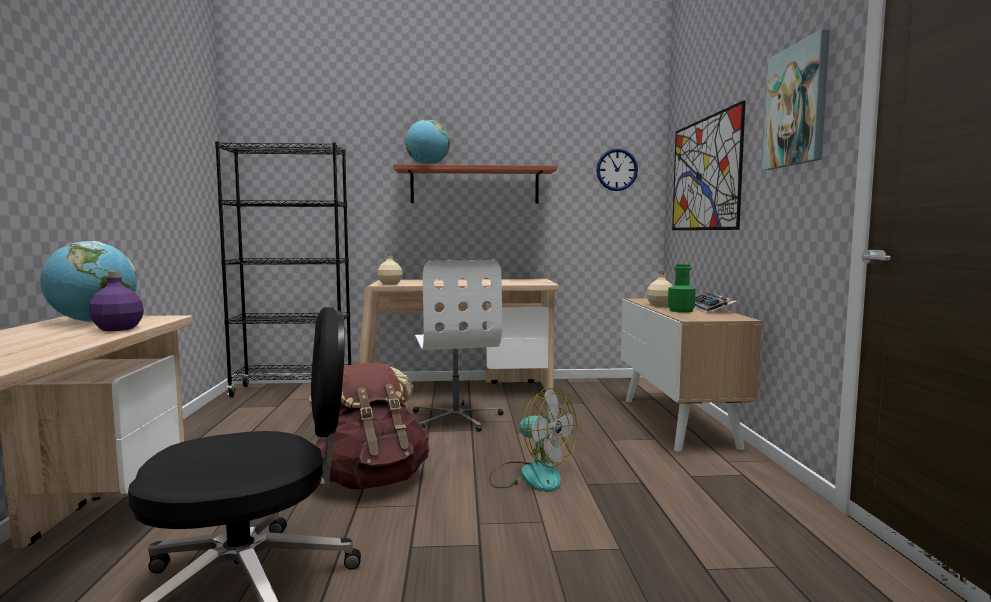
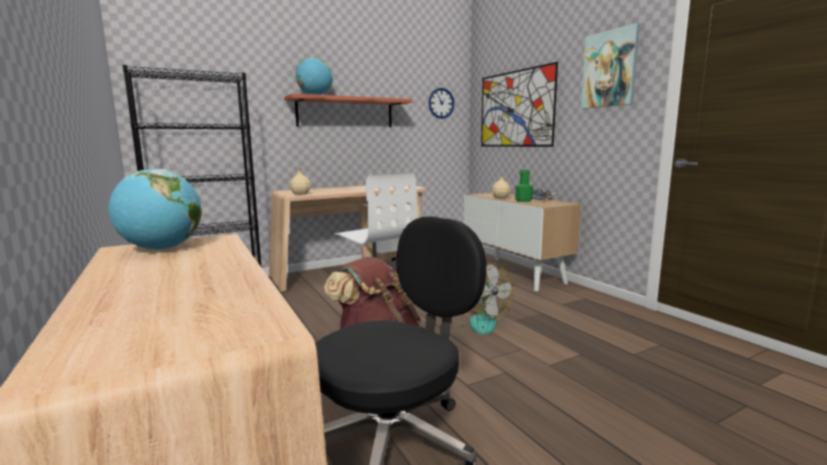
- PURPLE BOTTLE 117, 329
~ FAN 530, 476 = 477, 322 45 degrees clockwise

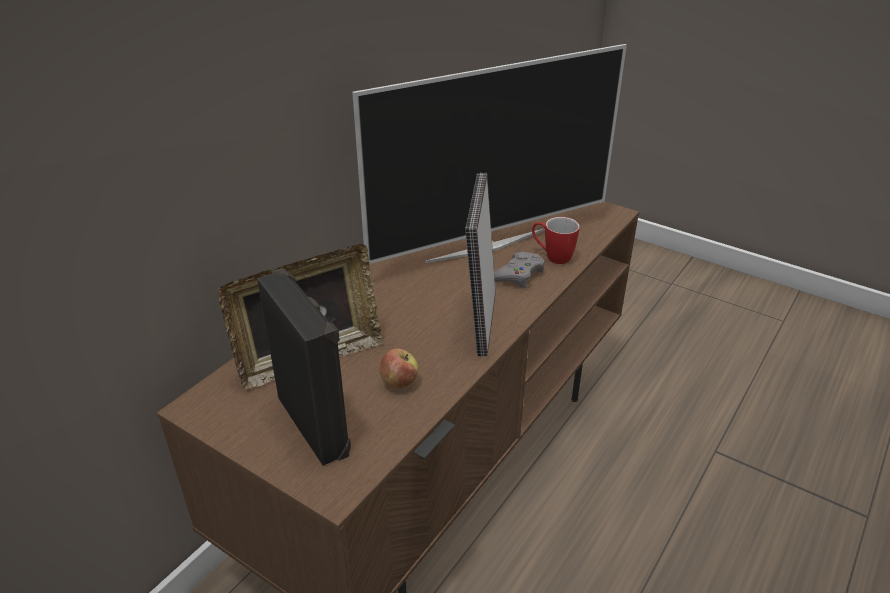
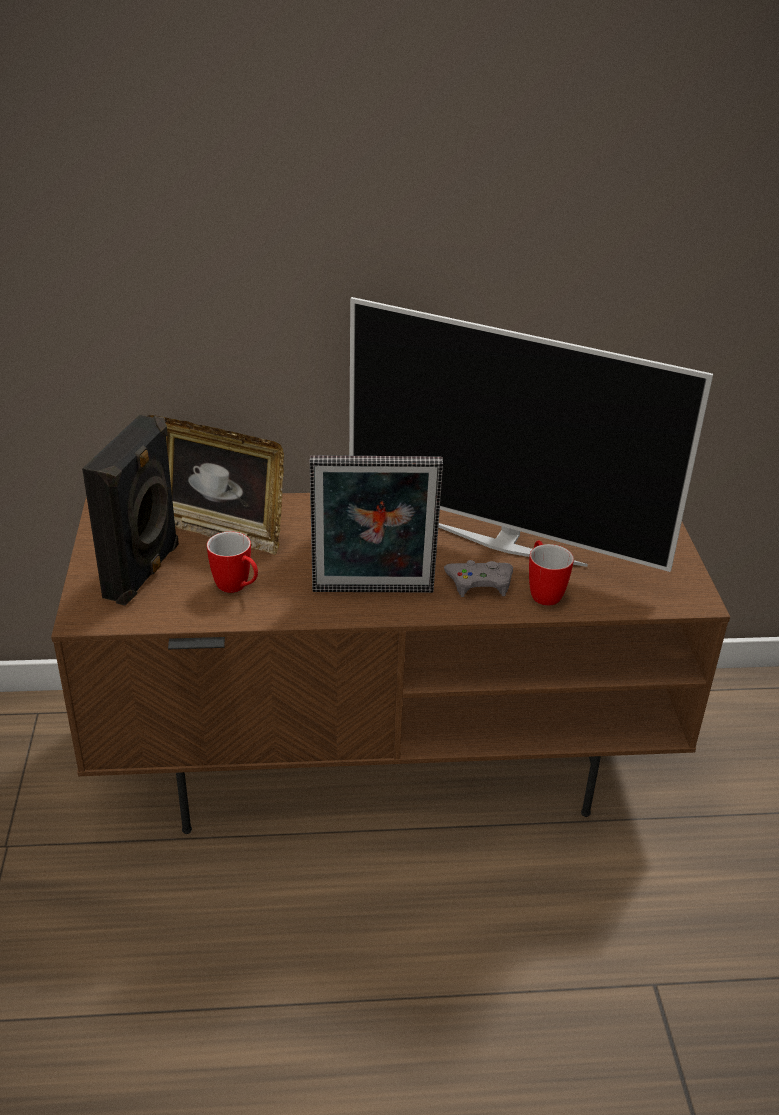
~ APPLE 399, 382 to MUG 237, 588
~ PICTURE FRAME 480, 322 = 373, 594 150 degrees counterclockwise

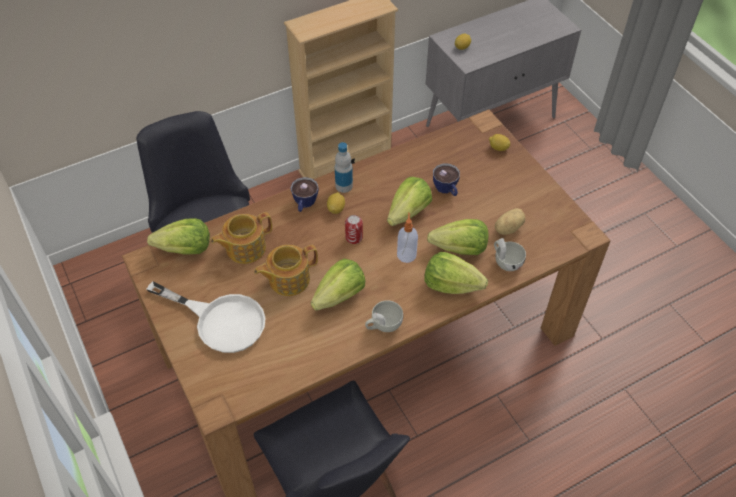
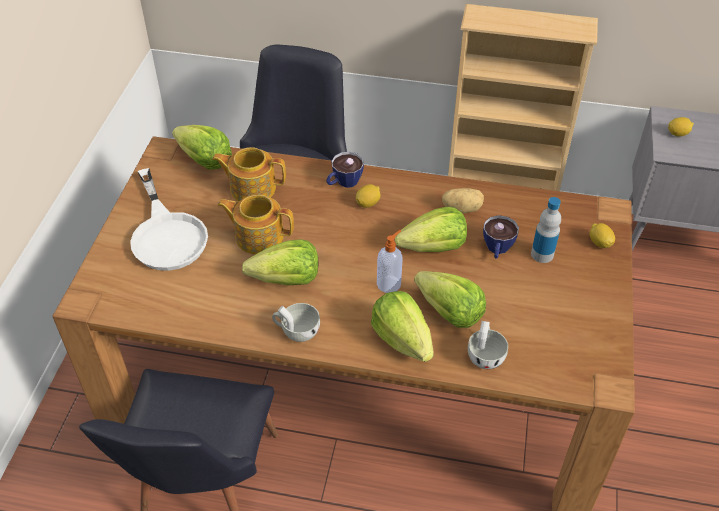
~ BOTTLE 344, 186 to 542, 254
- CAN 354, 237
~ POTATO 507, 228 to 462, 208

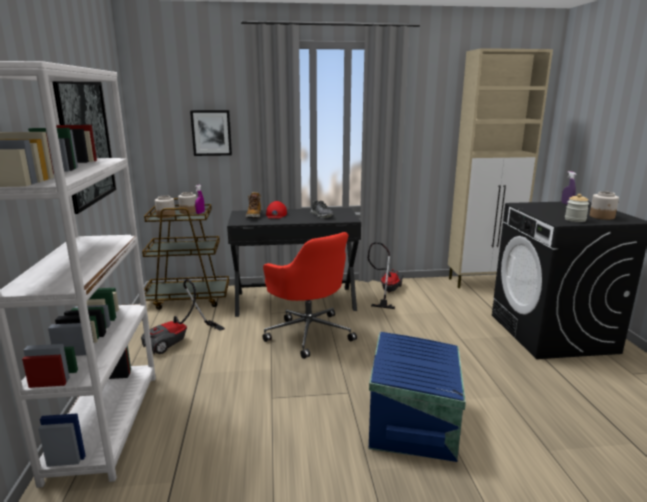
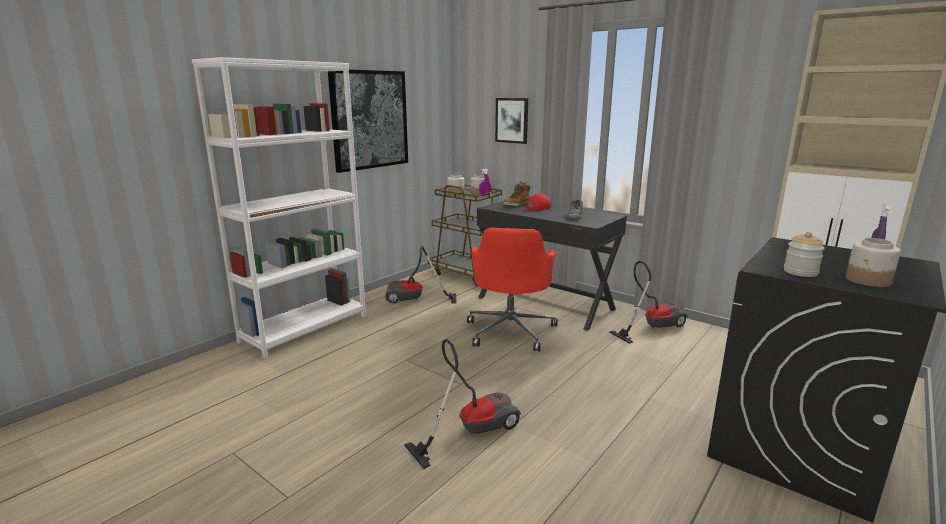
~ BLUE STORAGE BOX 415, 421 to VACUUM CLEANER 471, 429

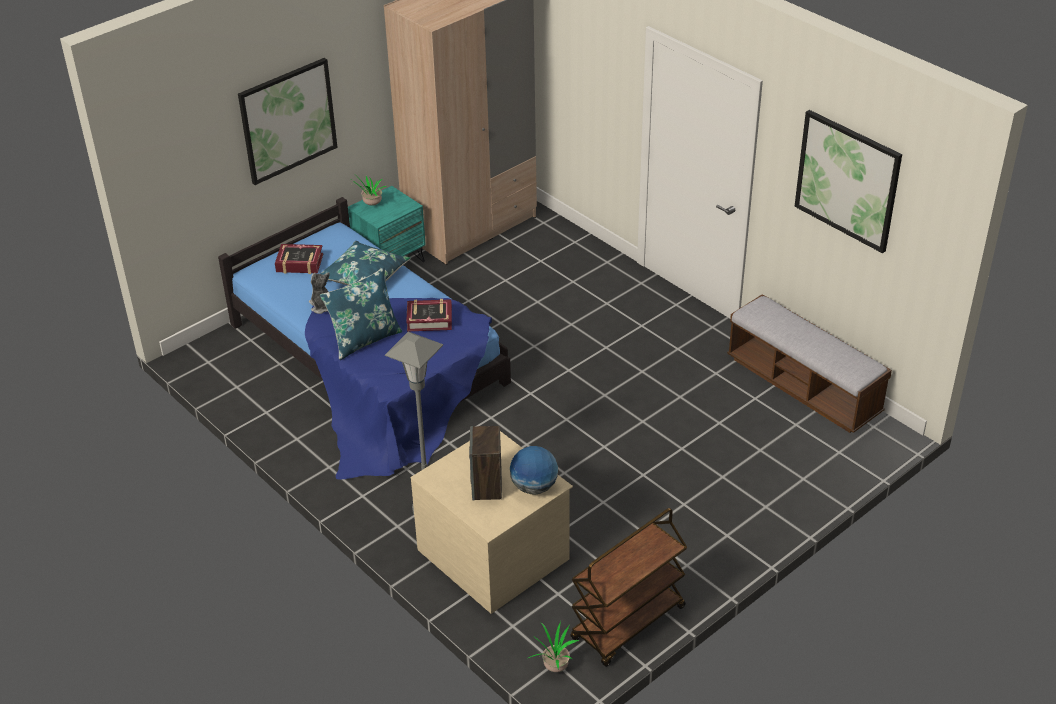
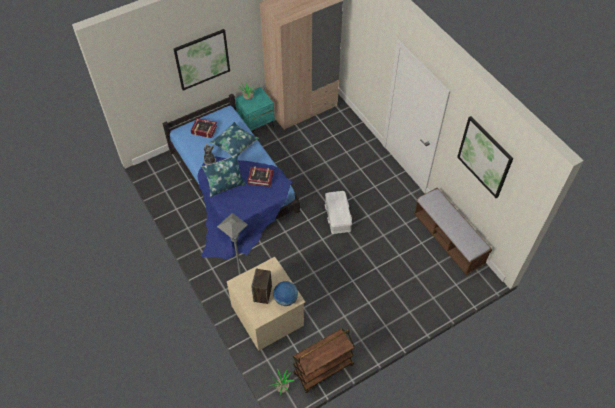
+ WHITE STORAGE BOX 338, 215

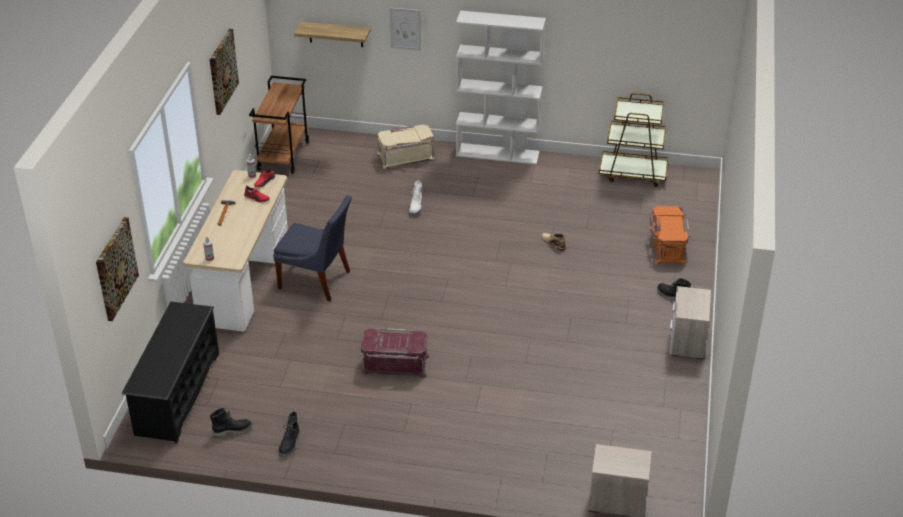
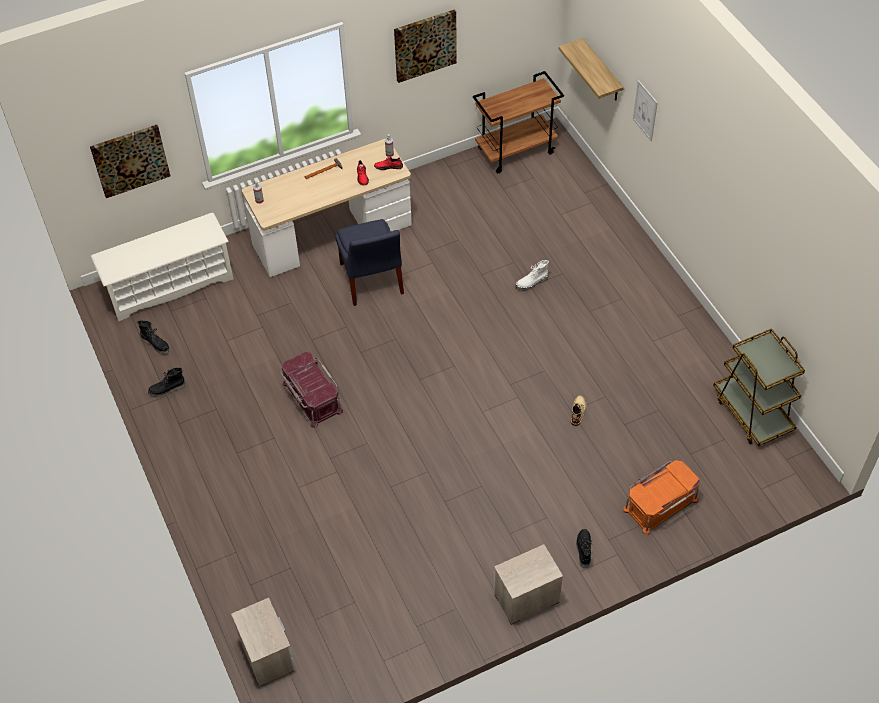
~ BLACK SHOE RACK 177, 393 to WHITE SHOE RACK 170, 285
- BEIGE STORAGE BOX 405, 156
- WHITE BOOKCASE 498, 154

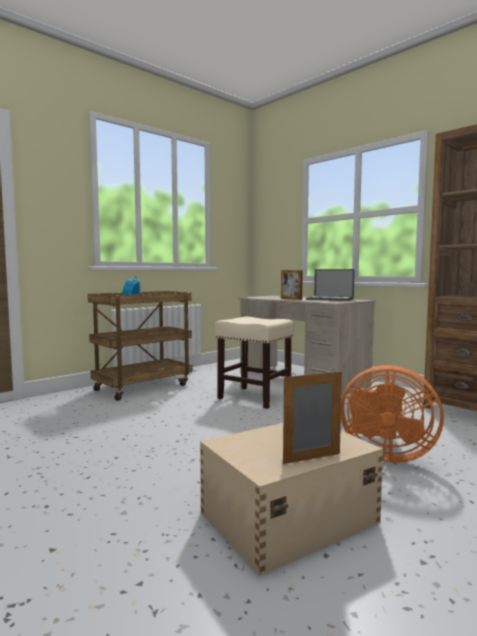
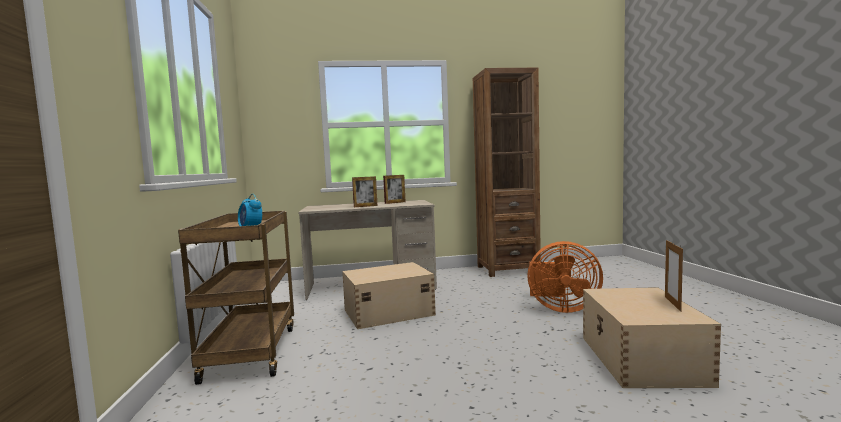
~ BEIGE STOOL 253, 397 to BEIGE STORAGE BOX 387, 312
~ LAPTOP 330, 299 to PICTURE FRAME 395, 202
~ ORANGE FAN 385, 455 = 560, 308 45 degrees clockwise

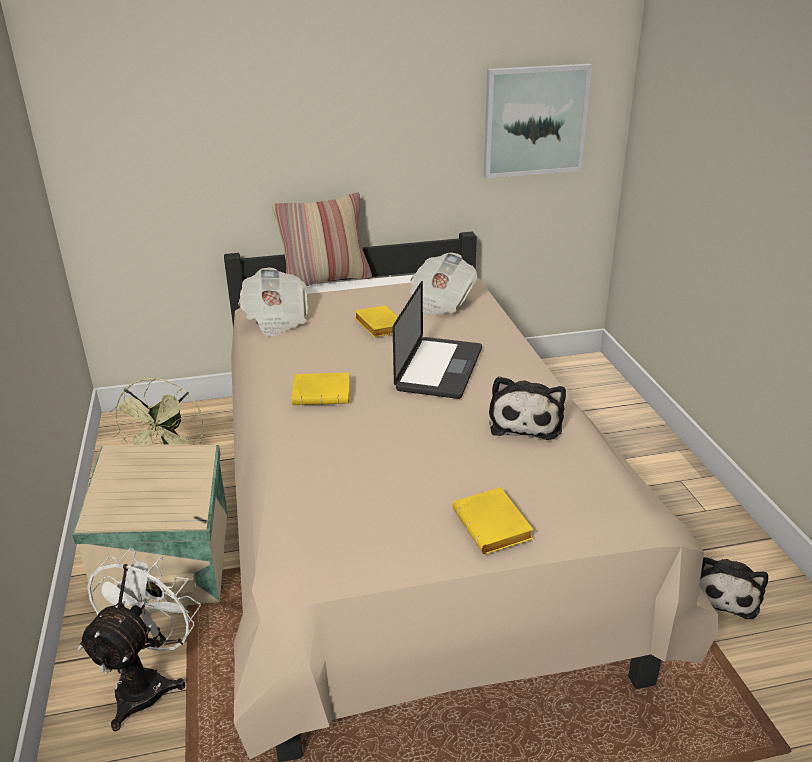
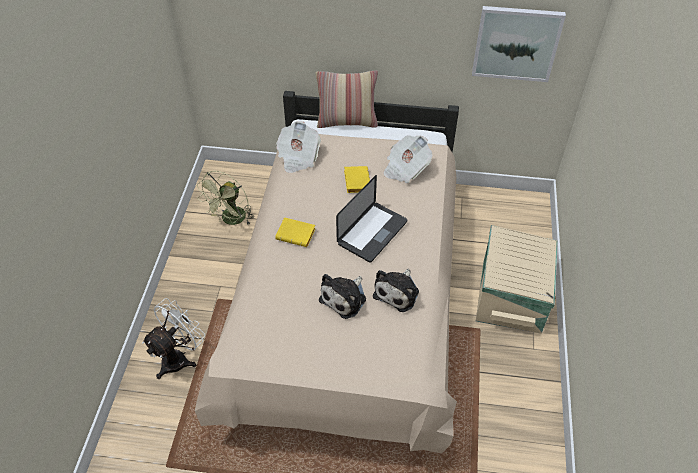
~ BEIGE STORAGE BOX 170, 559 to 512, 295
- YELLOW BOOK 495, 527
~ PLUSH TOY 723, 594 to 345, 298

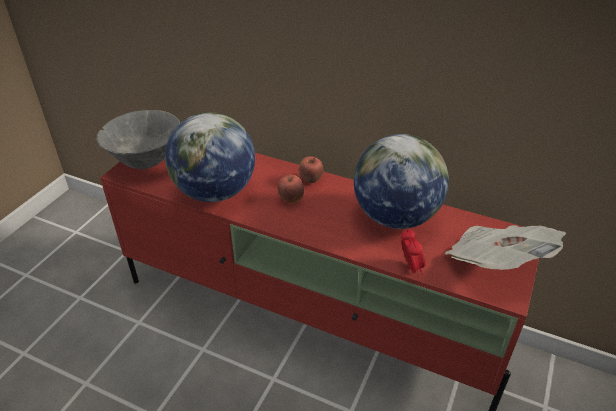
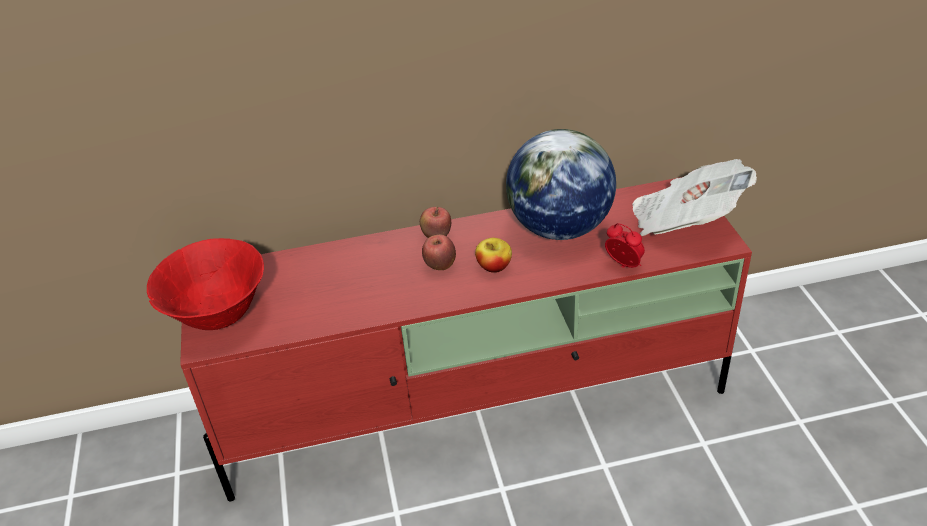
~ GREY BOWL 146, 162 to RED BOWL 218, 316
- GLOBE 215, 192
+ APPLE 494, 267

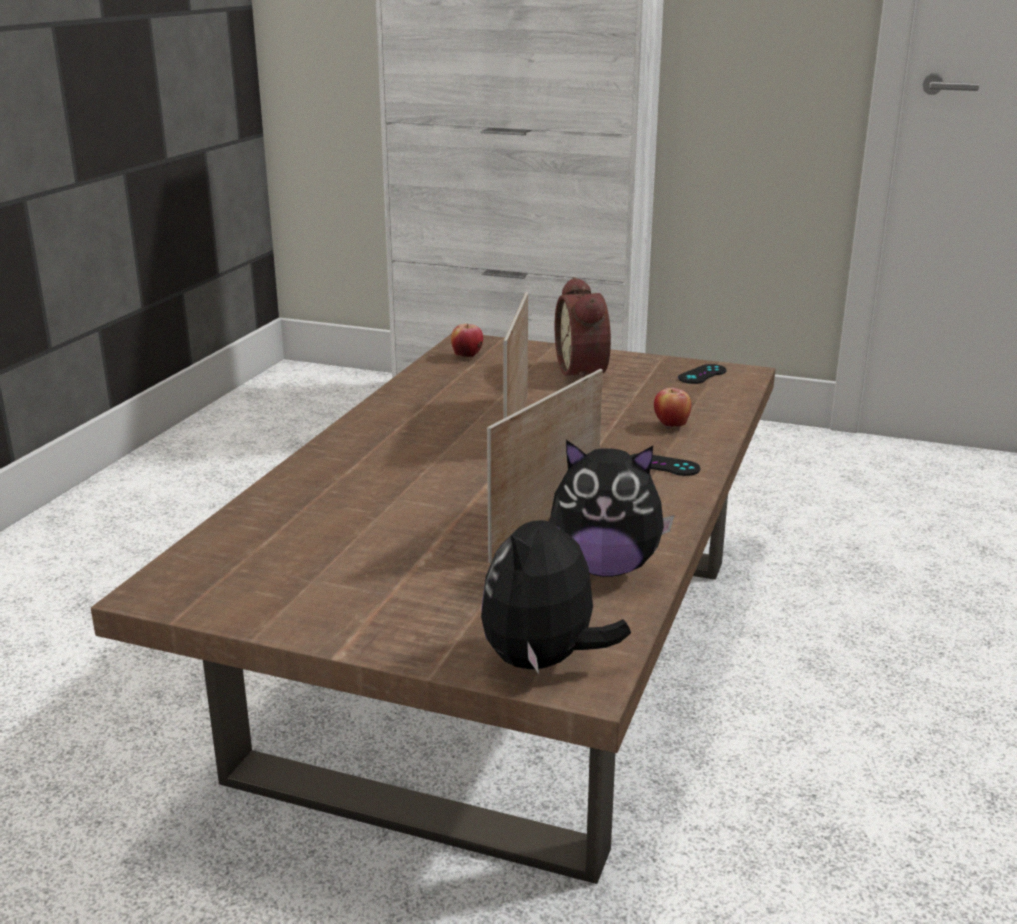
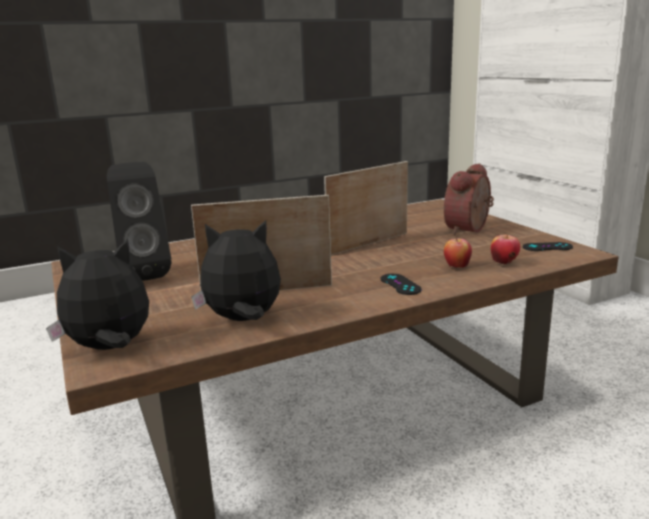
~ APPLE 467, 356 to 504, 263
~ PLUSH TOY 605, 567 = 243, 320 120 degrees clockwise
+ BLACK SPEAKER 144, 274

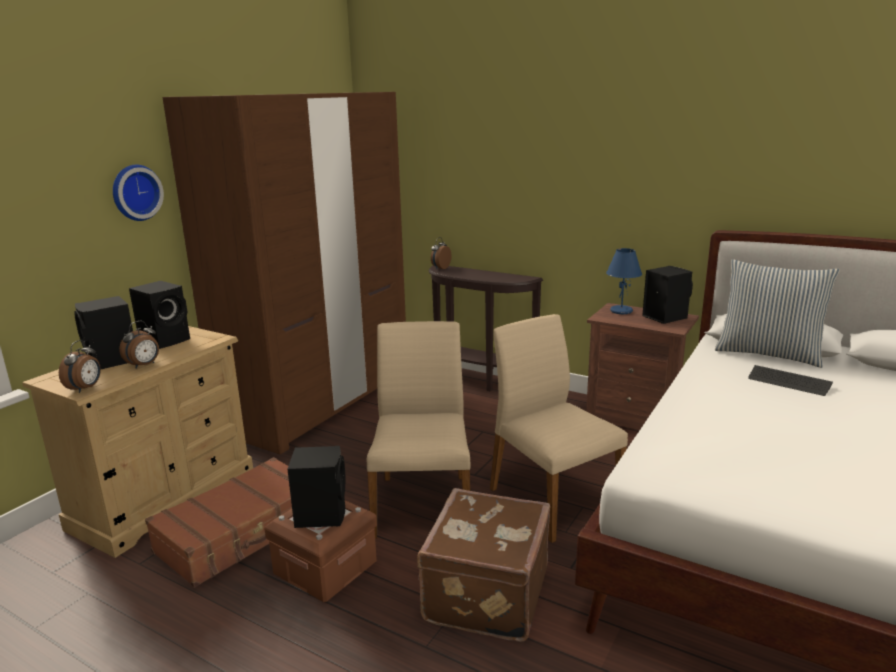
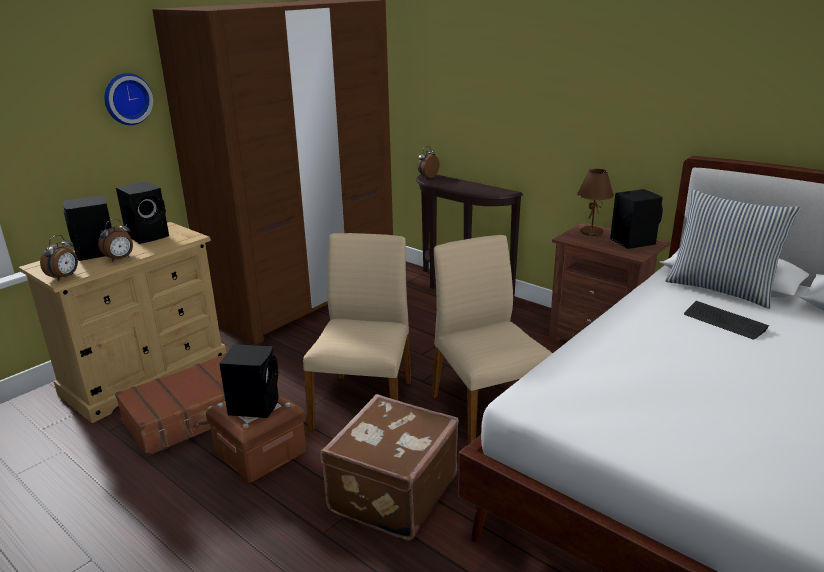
~ BLUE TABLE LAMP 621, 311 to BROWN TABLE LAMP 591, 232

